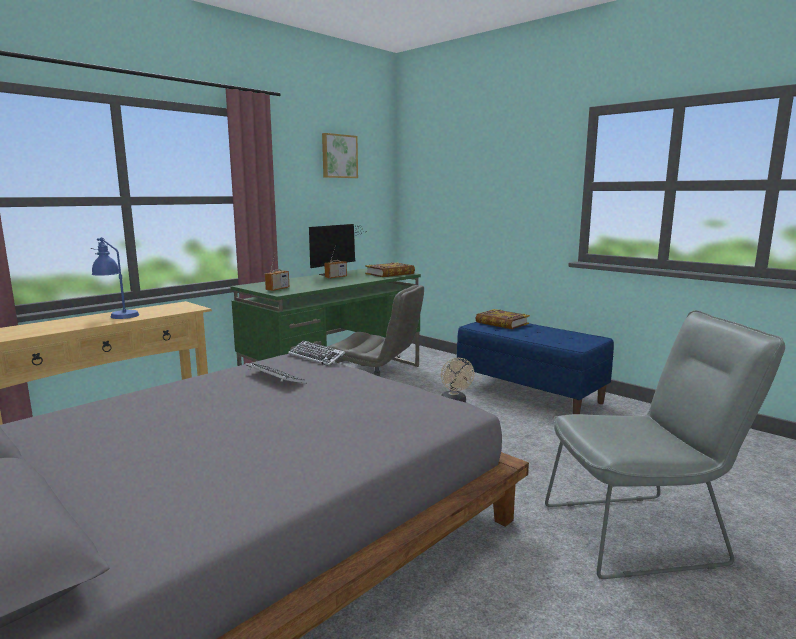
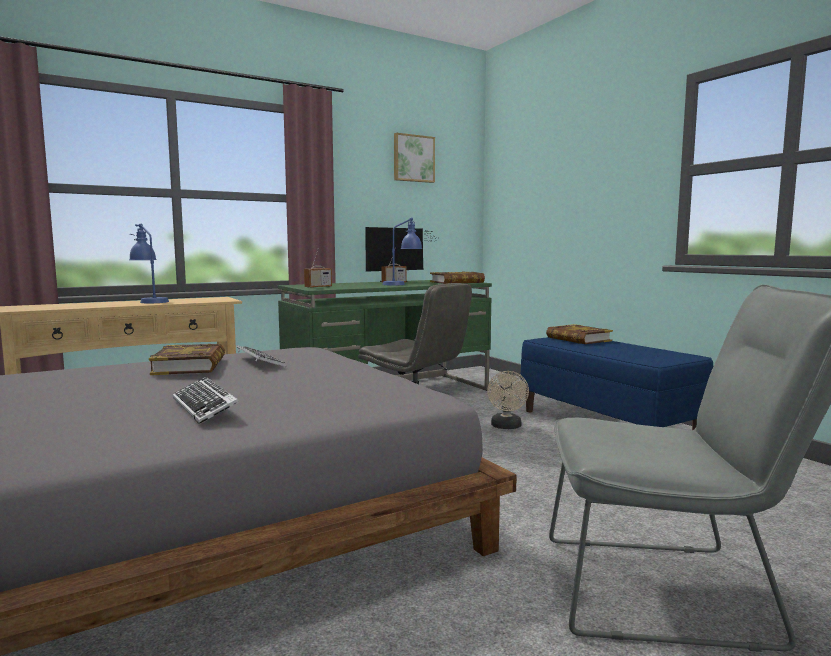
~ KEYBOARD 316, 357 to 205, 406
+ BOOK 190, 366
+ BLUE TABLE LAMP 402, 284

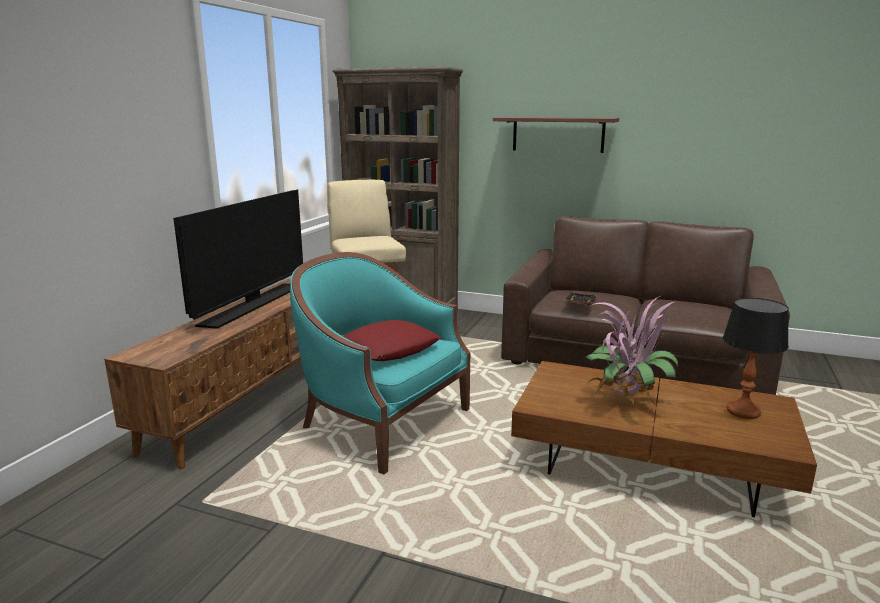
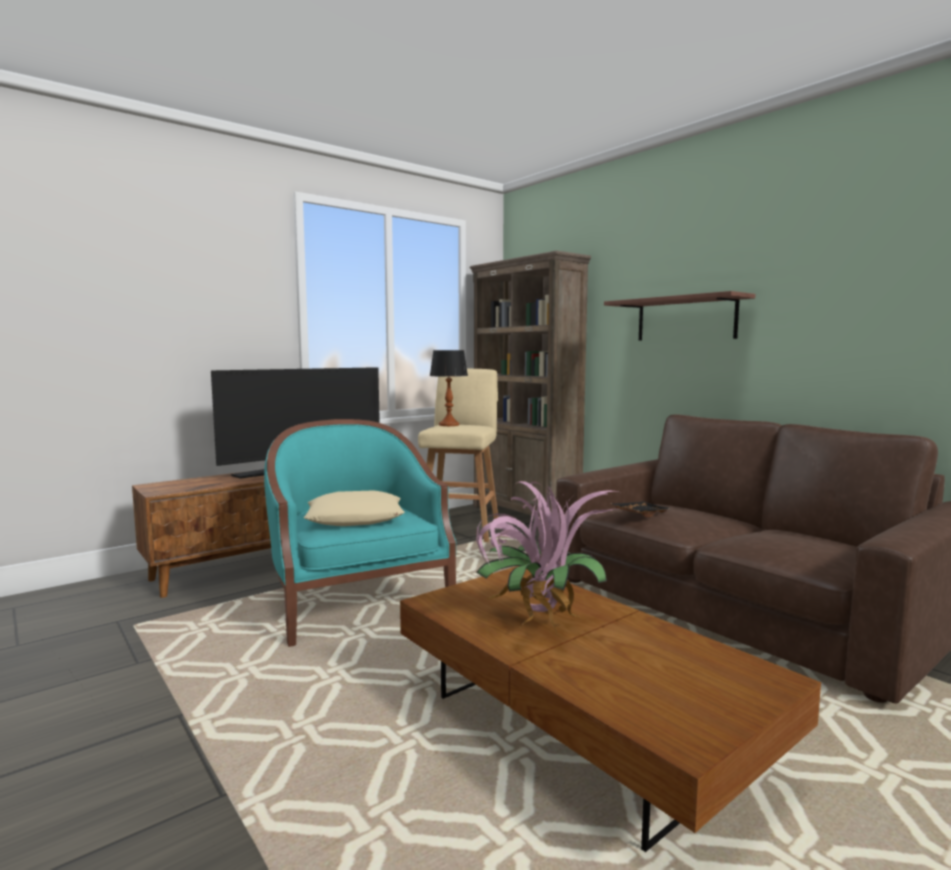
~ RED PILLOW 389, 349 to BEIGE PILLOW 355, 518
~ TABLE LAMP 742, 411 to 448, 425

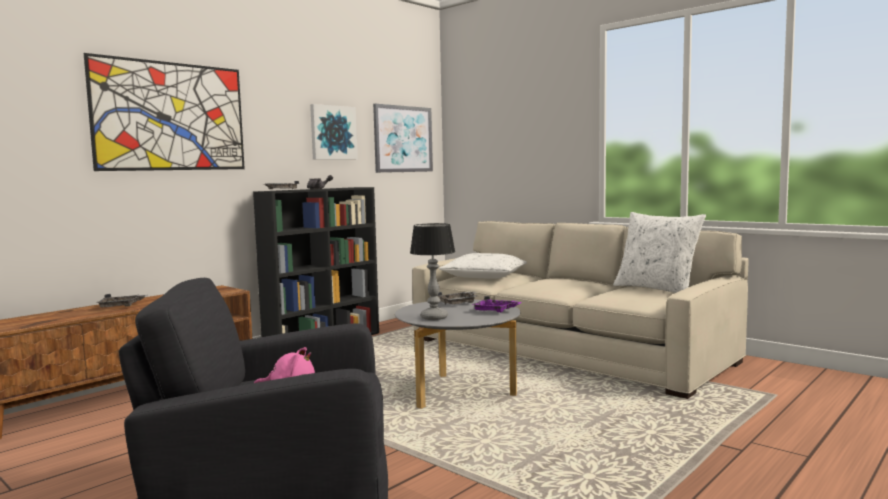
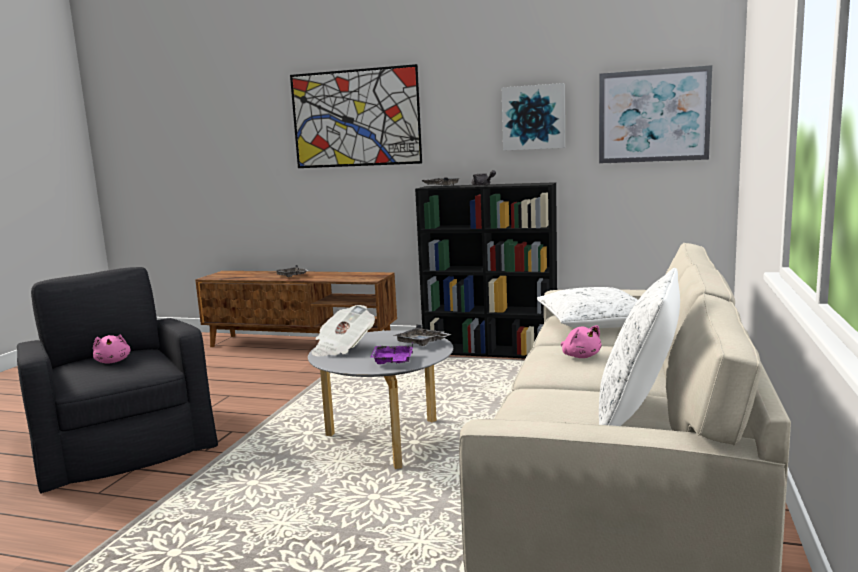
~ TABLE LAMP 434, 317 to NEWSPAPER 342, 348
+ PINK PLUSH TOY 580, 356

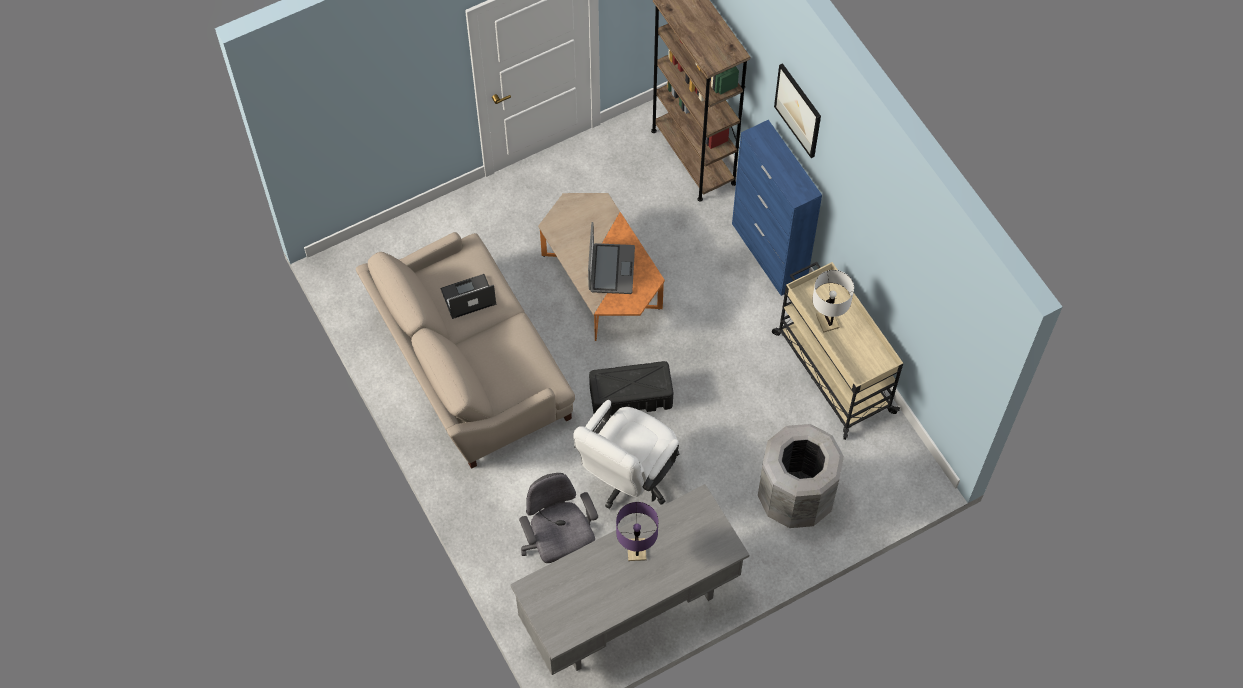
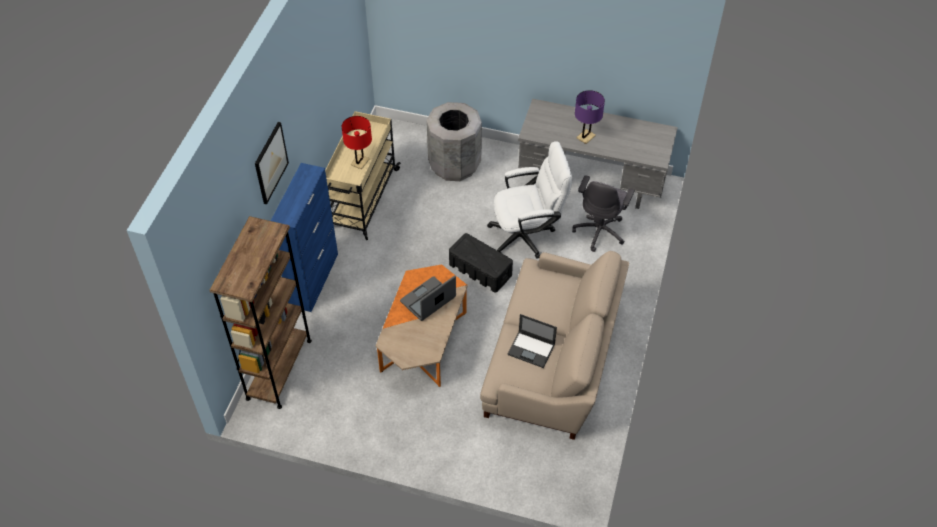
~ WHITE TABLE LAMP 827, 321 to RED TABLE LAMP 360, 162

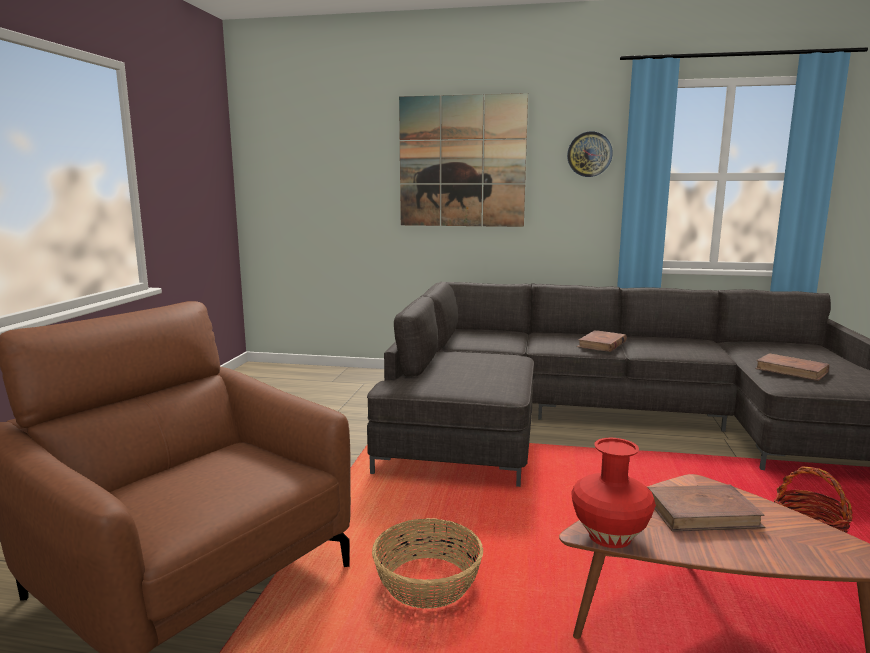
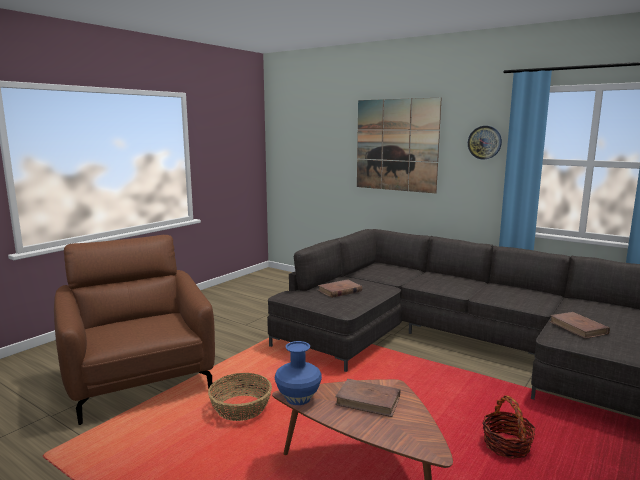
~ RED VASE 610, 536 to BLUE VASE 299, 398
~ BROWN BOOK 602, 344 to 339, 291

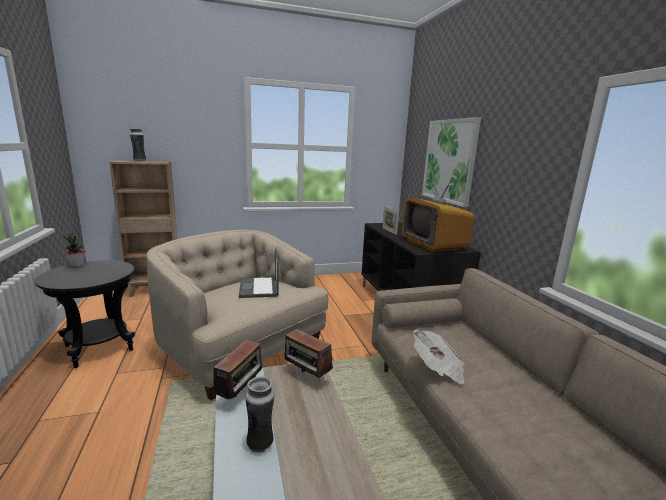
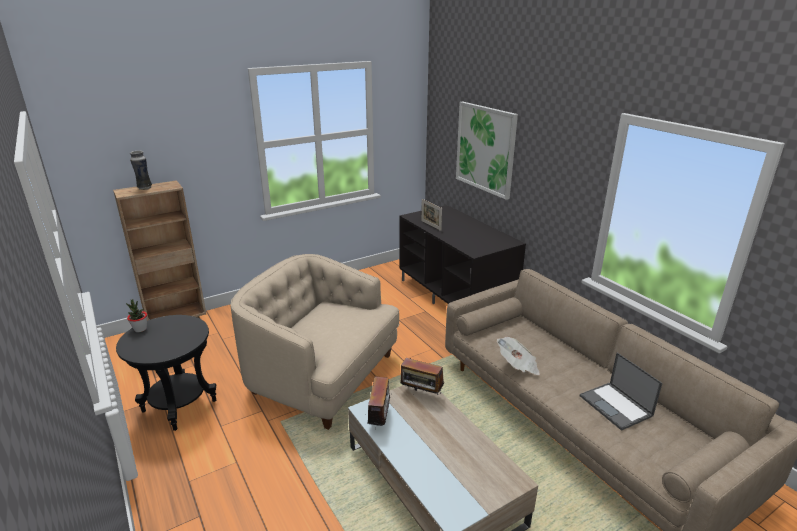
~ LAPTOP 259, 288 to 616, 406
- VASE 260, 443
- TELEVISION 433, 245

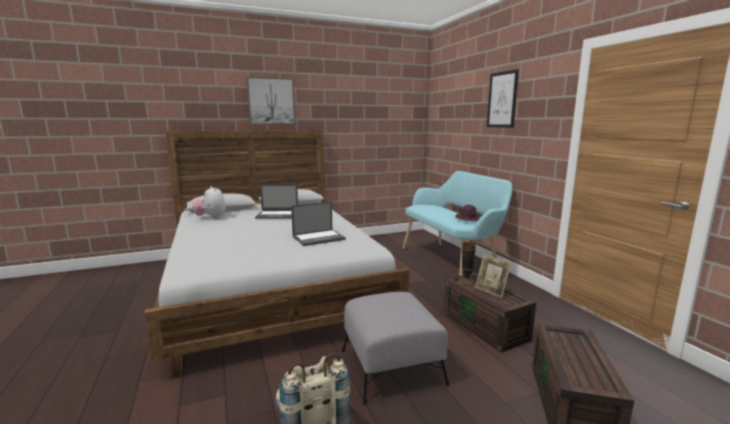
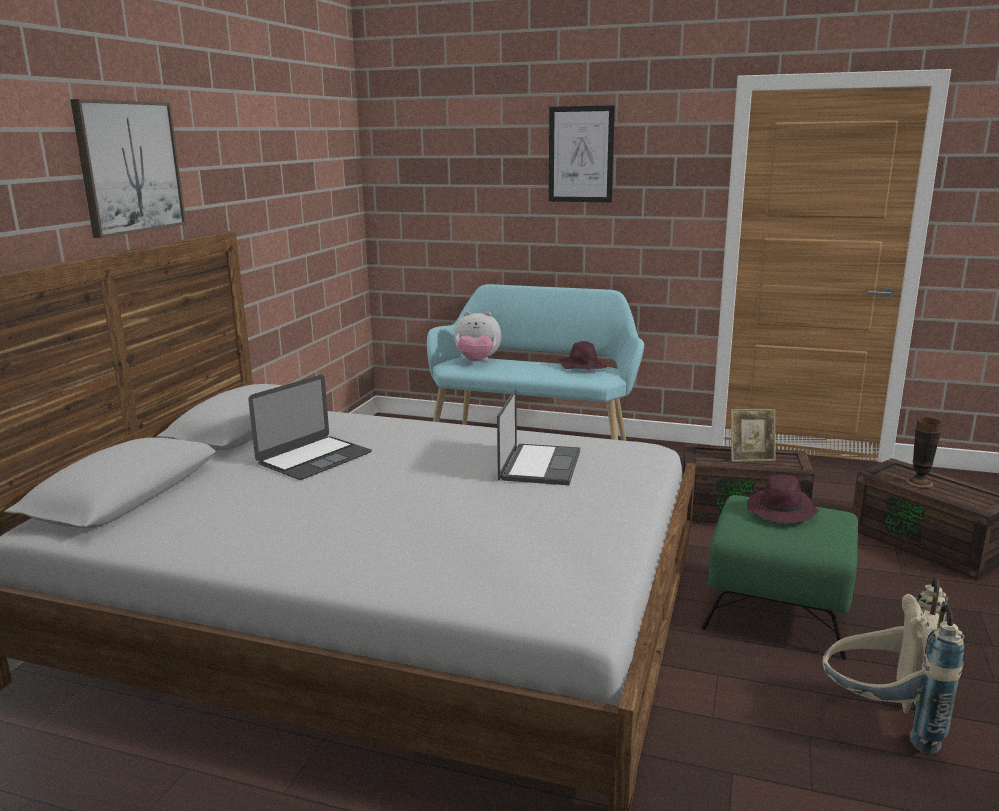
~ PLUSH TOY 211, 217 to 477, 362
~ GREY OTTOMAN 391, 367 to GREEN OTTOMAN 779, 608
~ VASE 466, 280 to 919, 482
+ PURPLE HAT 781, 511

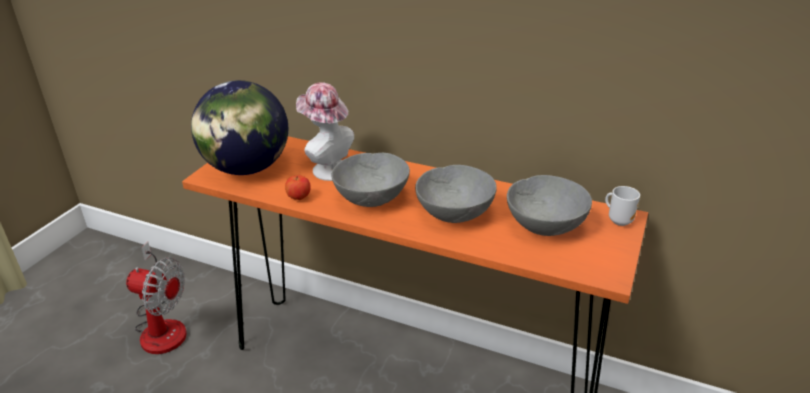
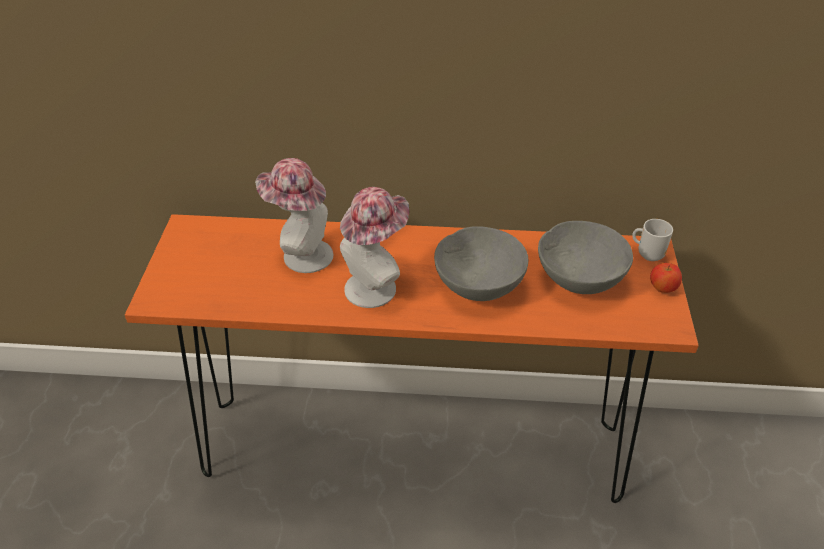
- FAN 162, 326
- GLOBE 246, 168
~ APPLE 299, 198 to 662, 289
~ GREY BOWL 371, 198 to HAT 376, 285

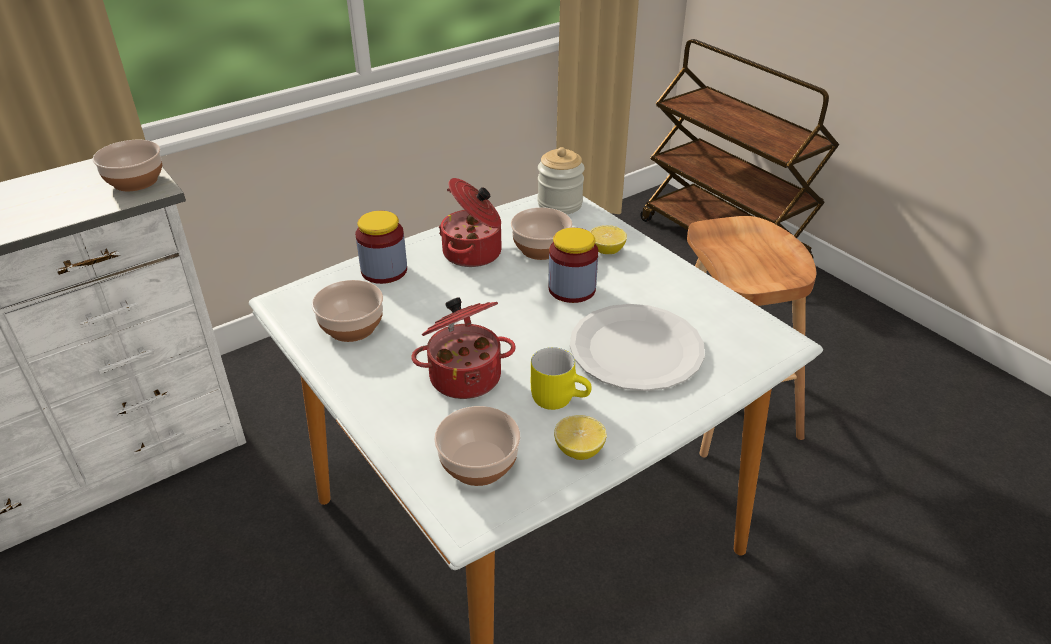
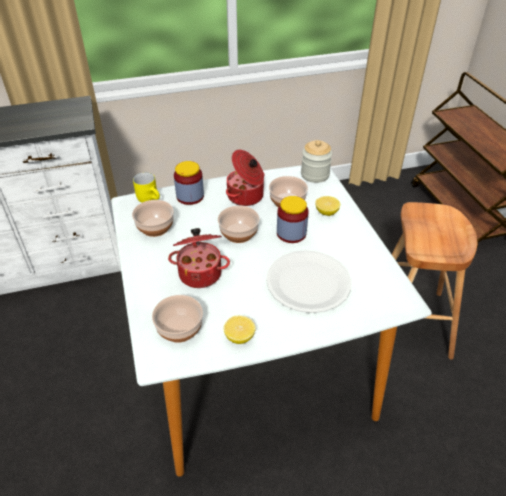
~ BOWL 136, 180 to 239, 233
~ YELLOW MUG 559, 397 to 150, 198

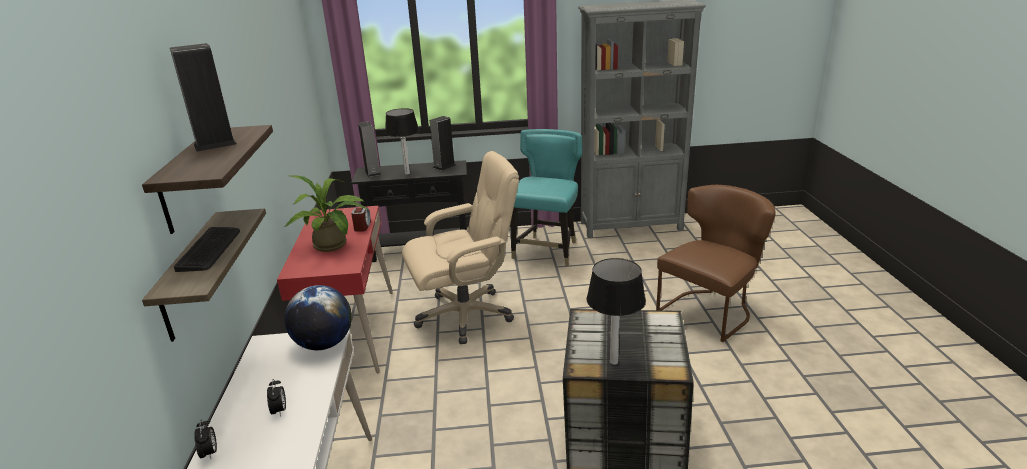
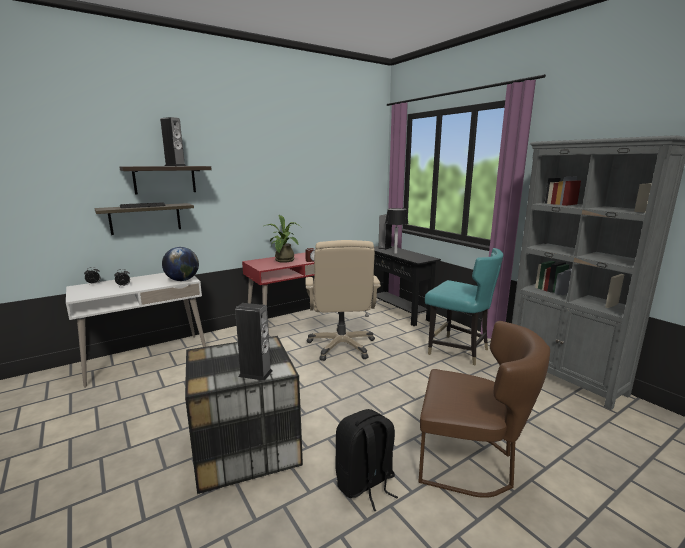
~ BEIGE OFFICE CHAIR 465, 315 = 341, 346 45 degrees clockwise
~ SPEAKER 444, 166 to 255, 373
~ TURQUOISE CHAIR 547, 251 = 458, 351 45 degrees clockwise
- TABLE LAMP 613, 362
+ BLACK BACKPACK 365, 484

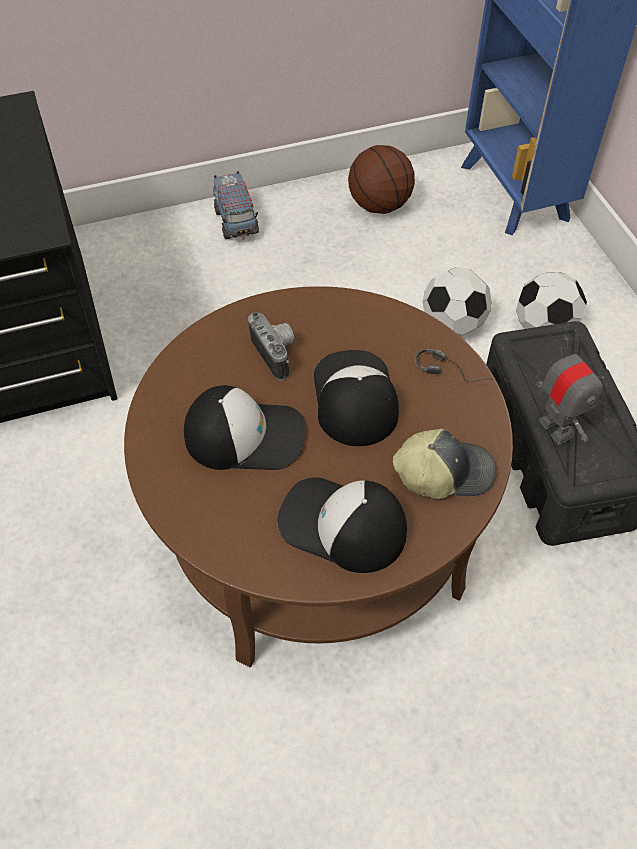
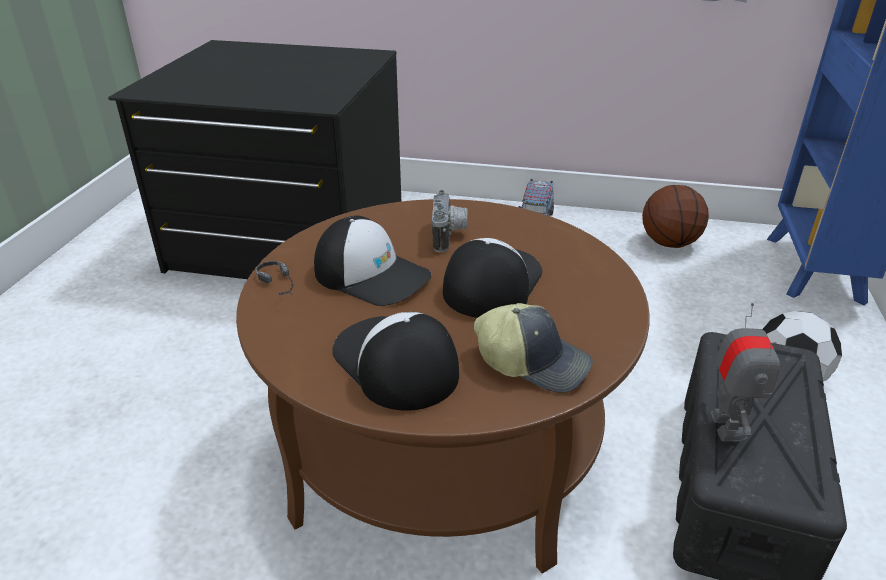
~ HEADPHONES 453, 371 to 284, 288
- FOOTBALL 452, 325

